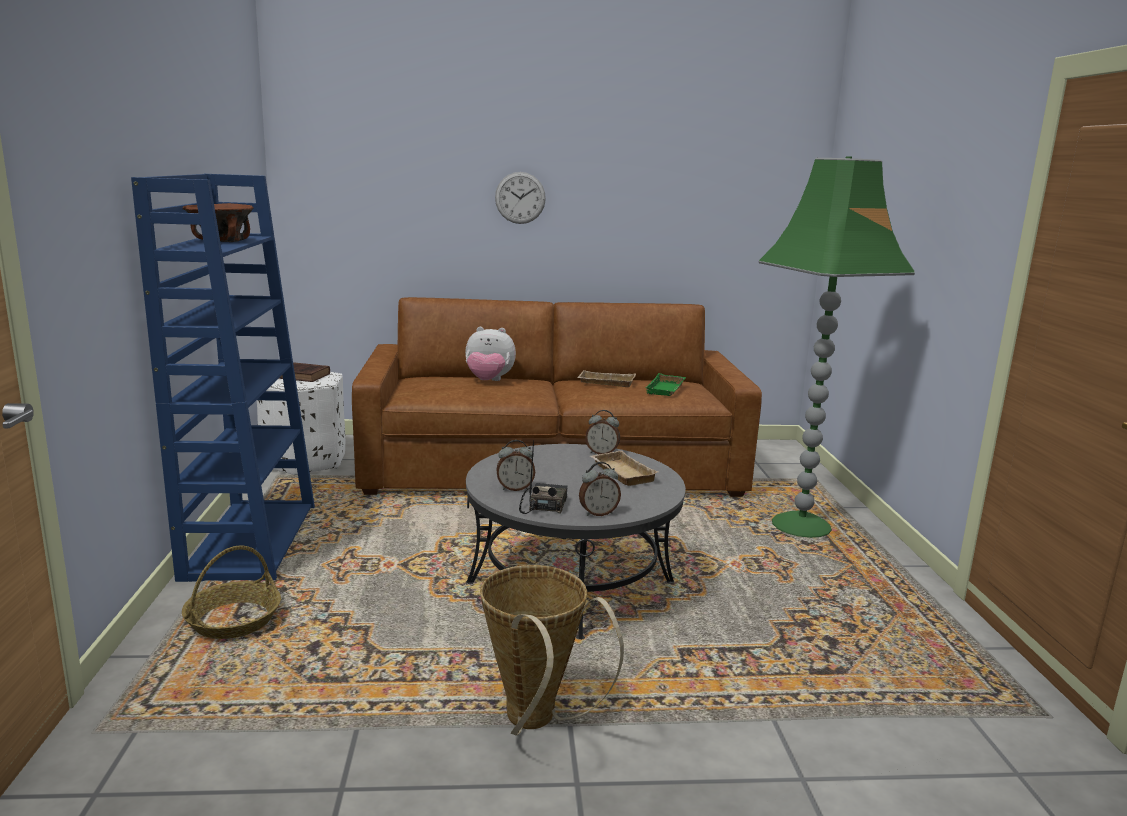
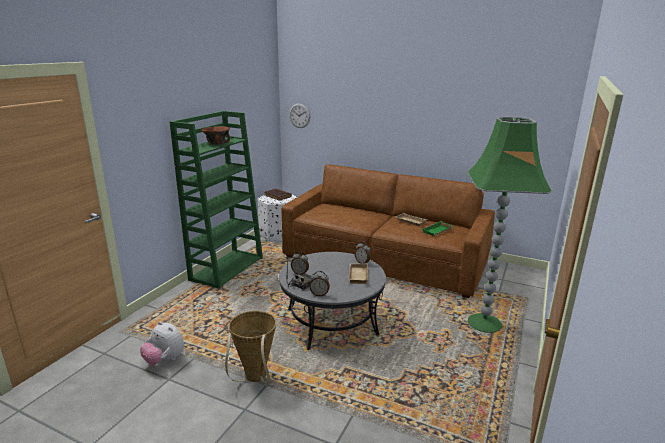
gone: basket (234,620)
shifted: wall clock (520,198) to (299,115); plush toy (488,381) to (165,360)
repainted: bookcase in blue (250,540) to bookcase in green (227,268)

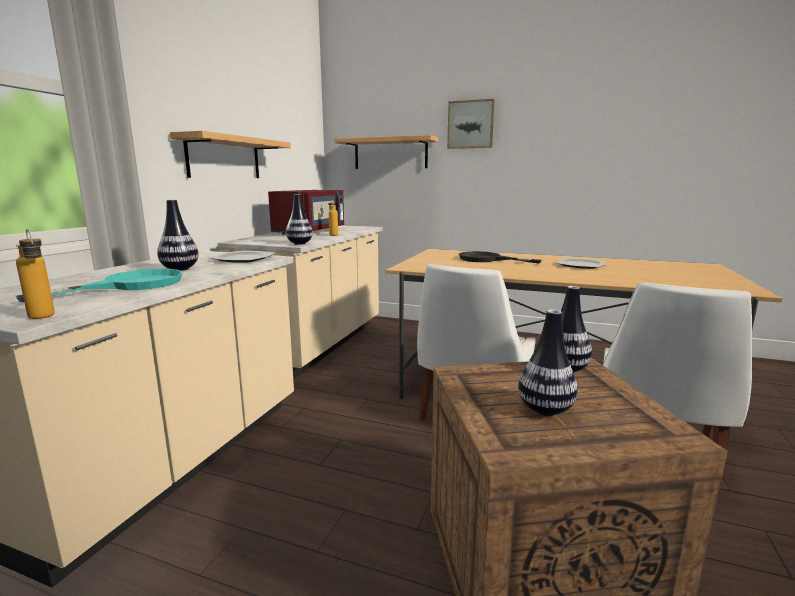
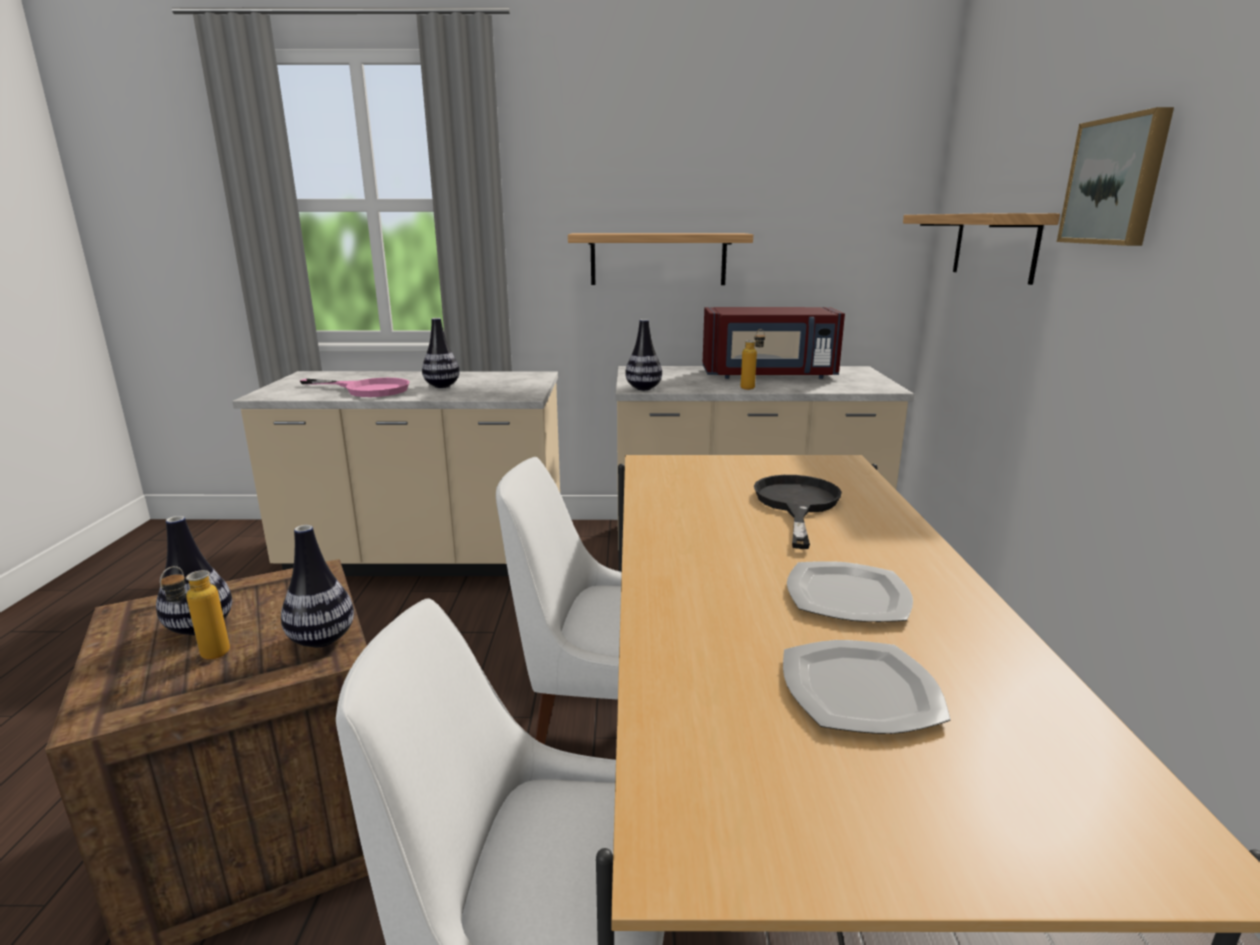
shifted: bottle (43,318) to (205,659); plate (244,259) to (861,691)
repainted: frying pan in turquoise (130,285) to frying pan in pink (368,389)

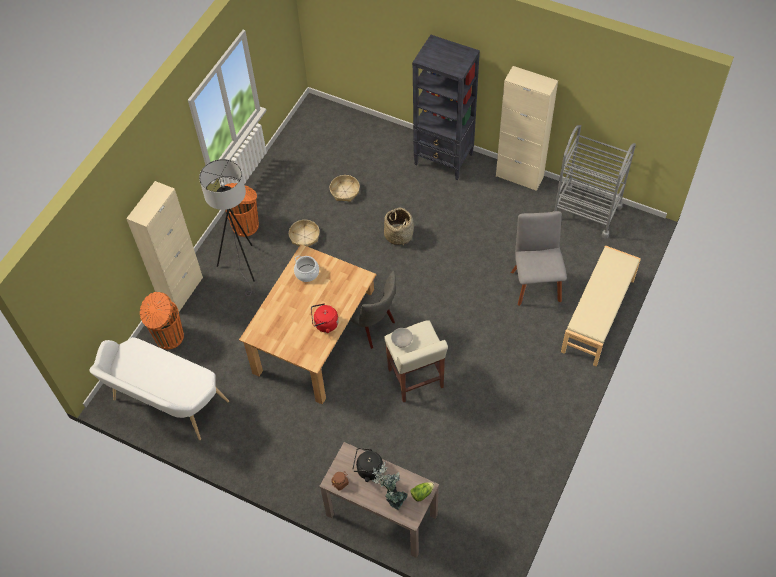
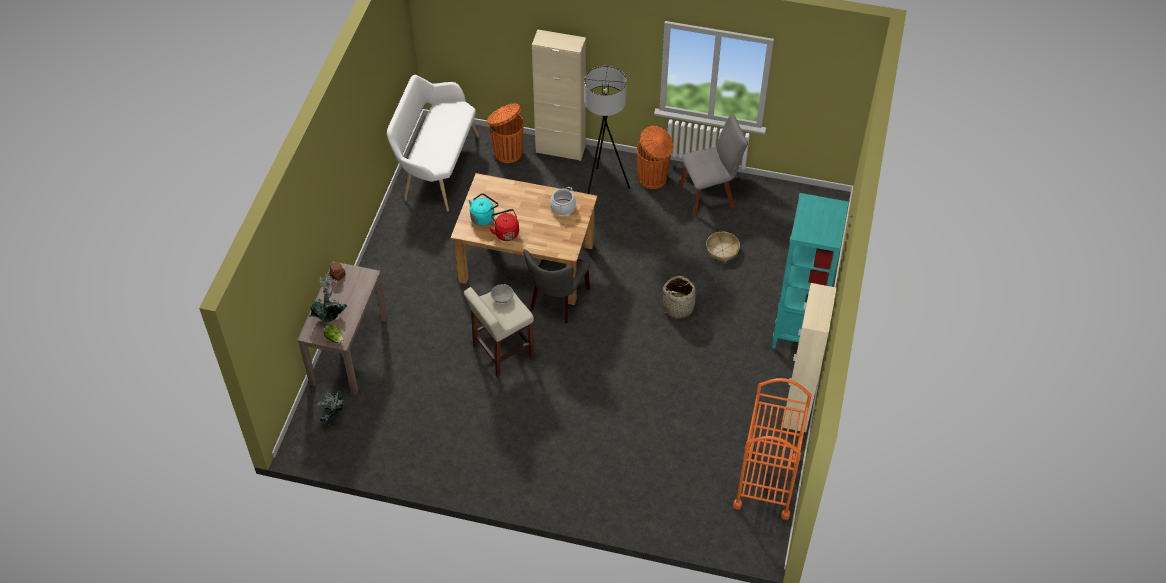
gone: basket (304,237); bench in beige (598,316); kettle in black (368,470)
new: kettle in turquoise (483,217); potted plant (334,417)
shifted: chair in grey (535,283) to (709,195)
repainted: bookcase in black (444,160) to bookcase in turquoise (797,331); cart in grey (586,212) to cart in orange (766,482)

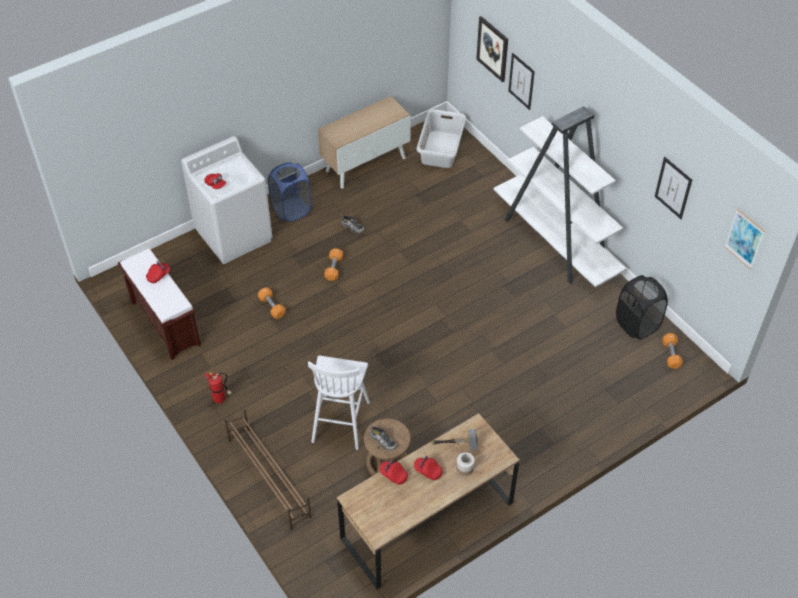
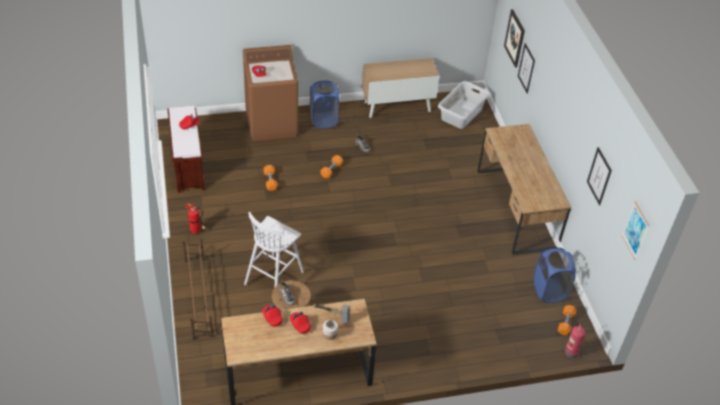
new: fire extinguisher (571,351)
swapped: bookcase in white (556,242) to desk in brown (516,208)
repainted: washing machine in white (234,235) to washing machine in brown (272,124); laundry basket in black (637,324) to laundry basket in blue (549,291)

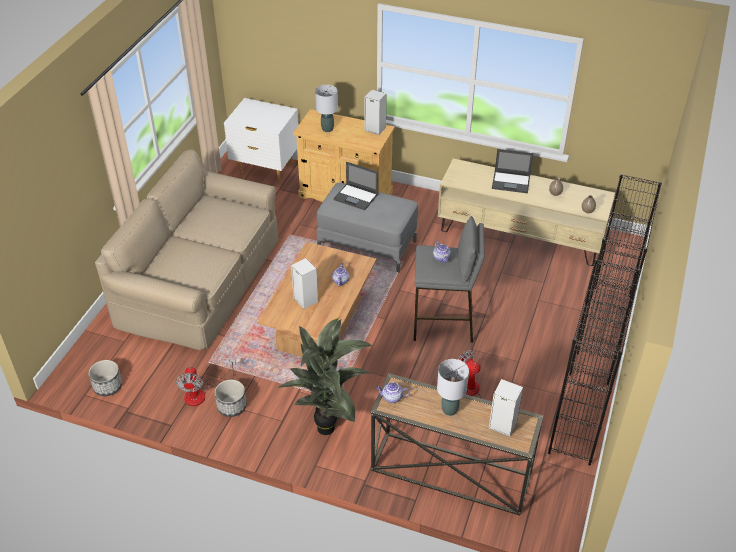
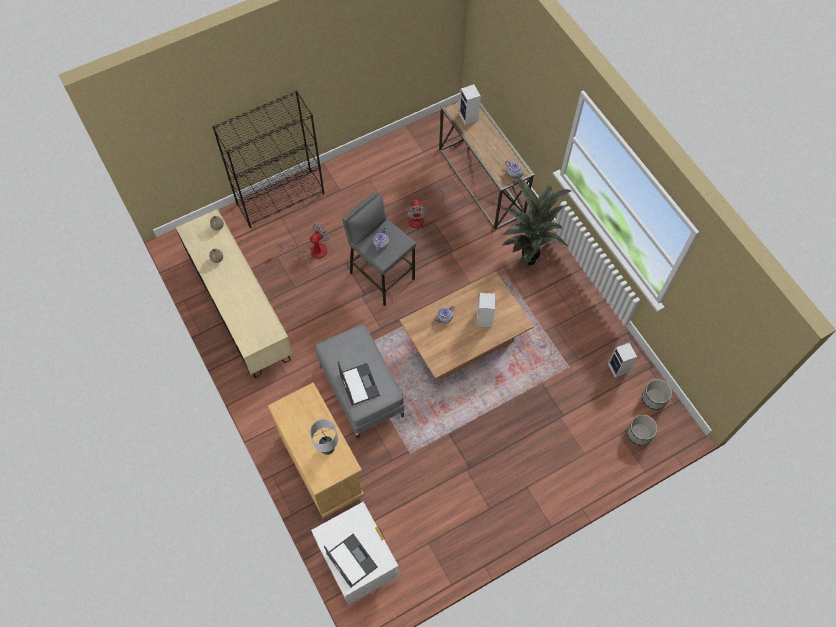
gone: sofa in beige (200,280); bookcase in black (579,418); table lamp in grey (449,410)
shifted: speaker (374,129) to (618,368); laptop (511,182) to (351,560); fan (202,393) to (312,251); planter (231,406) to (639,434)

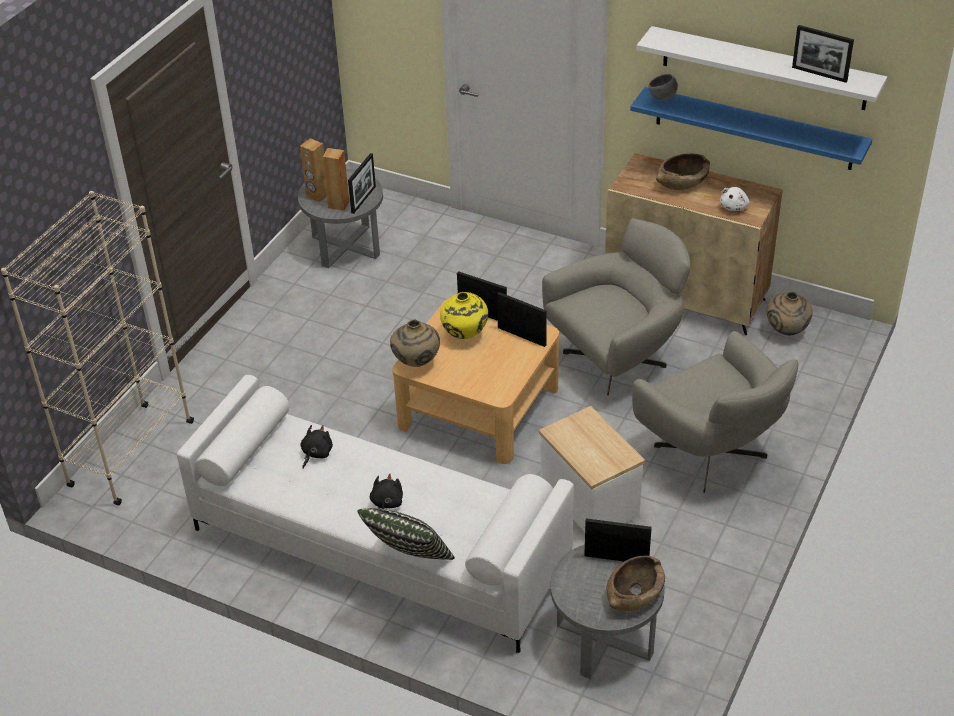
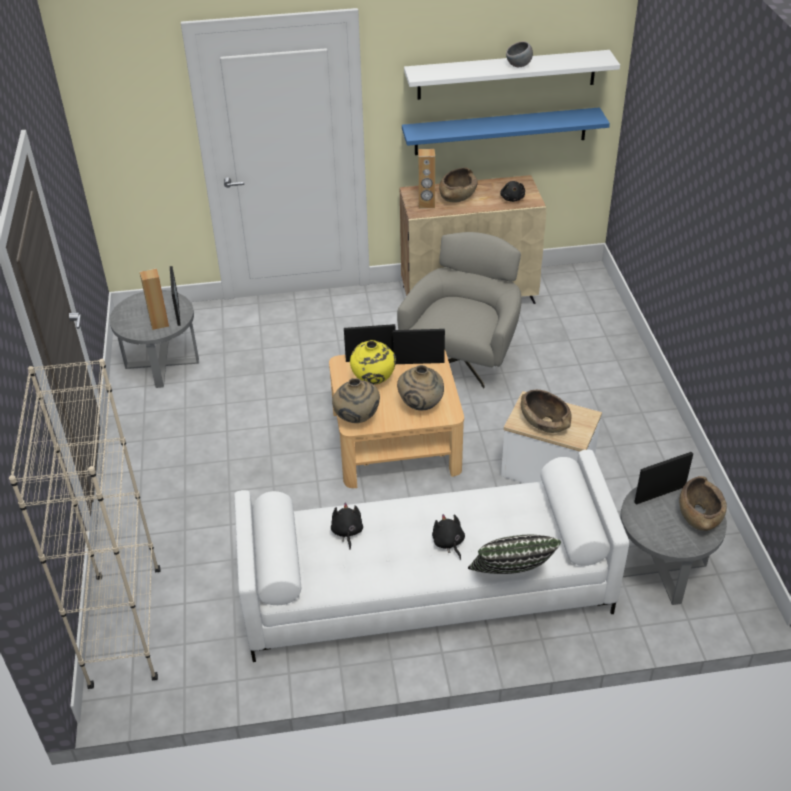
gone: picture frame (819,74); armchair in grey (713,455)
new: bowl in brown (545,421)
shifted: bowl in grey (662,98) to (519,66); speaker in brown (317,195) to (426,204); vase in beige (786,331) to (421,406)
repainted: plush toy in white (734,206) to plush toy in black (512,198)

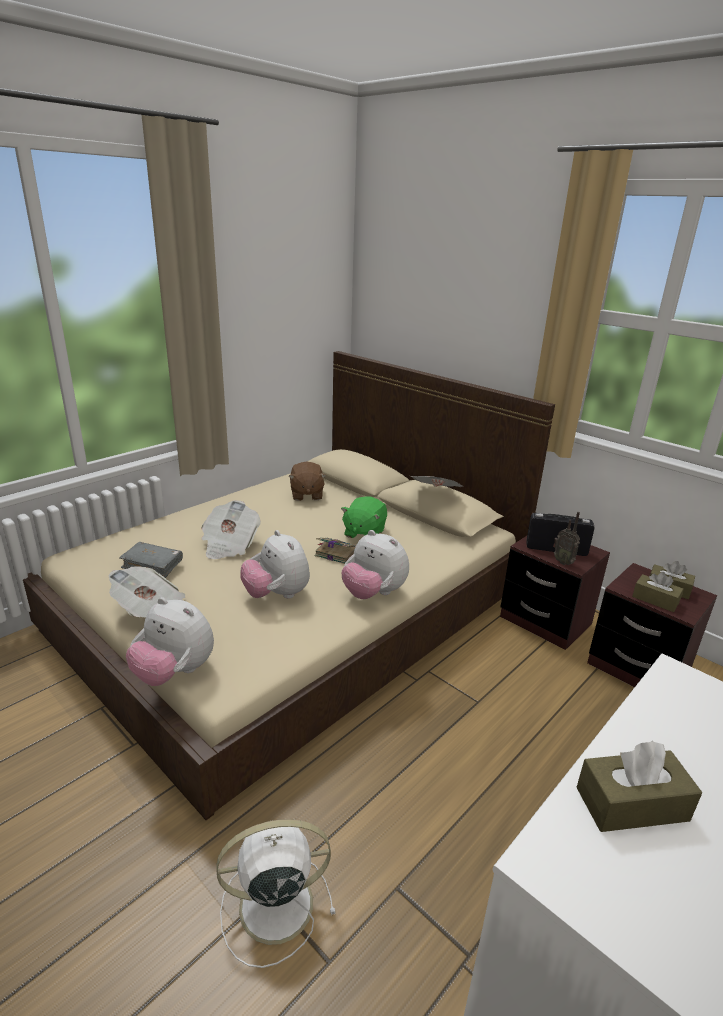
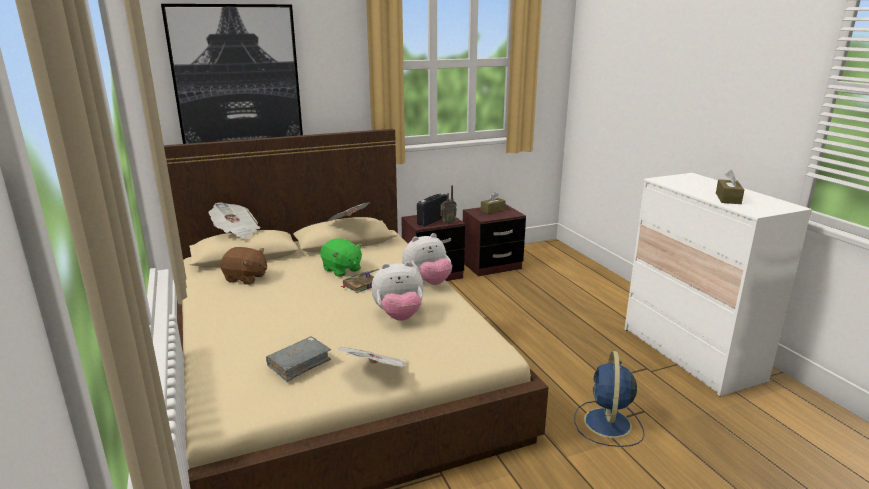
gone: tissue box in brown (655,600); plush toy (174,673)
new: picture (238,88)
shifted: newspaper (229,545) to (236,232)
repainted: fan in white (272,906) to fan in blue (607,424)

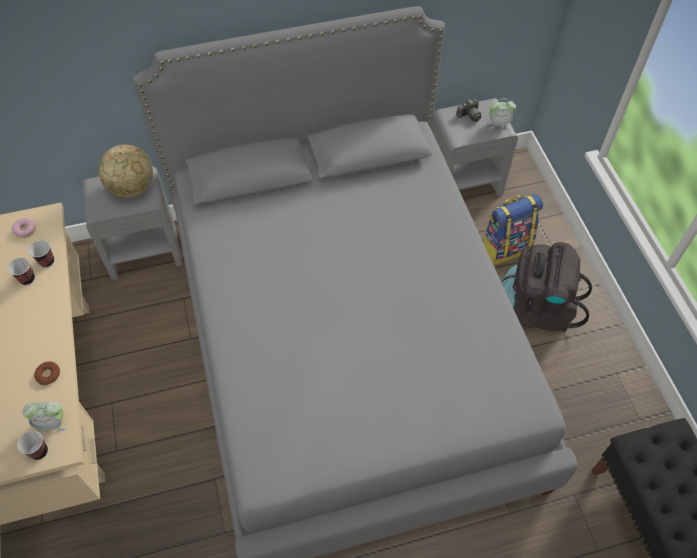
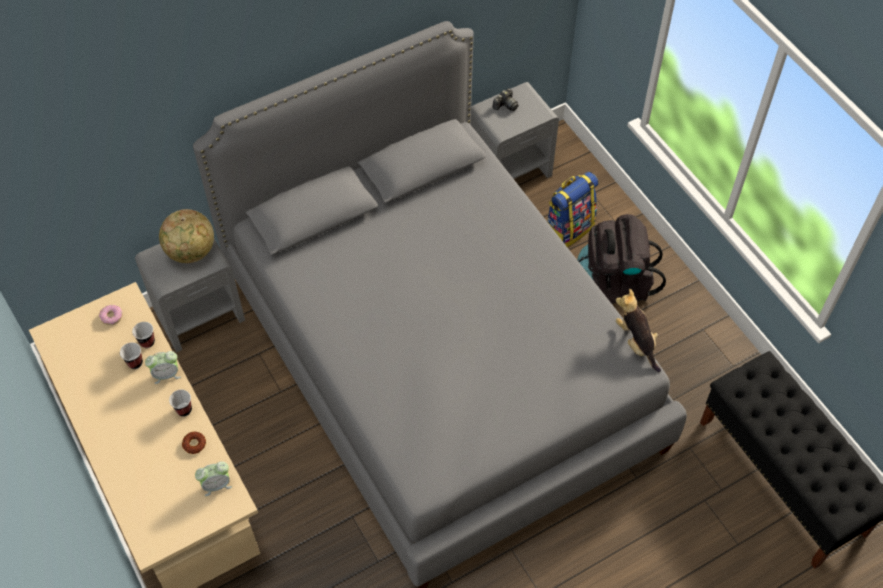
new: plush toy (636,342)
shifted: alarm clock (498,124) to (166,374); cup (39,452) to (184,410)

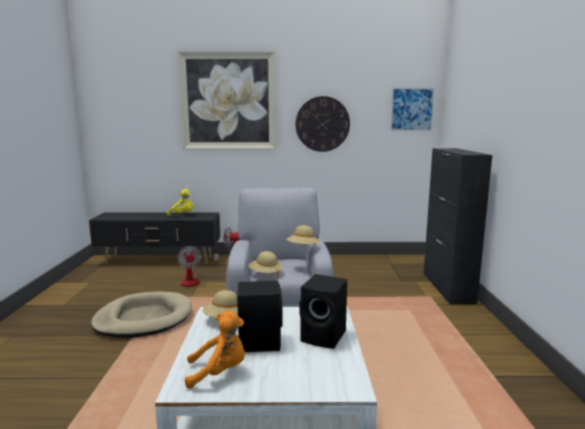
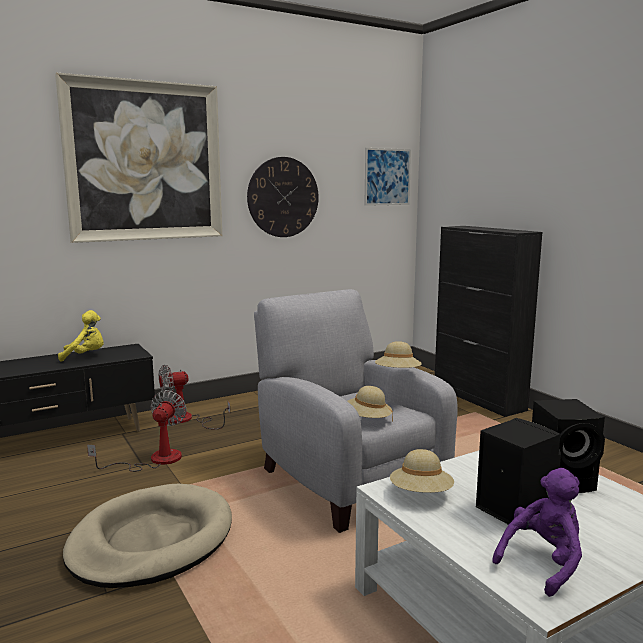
repainted: plush toy in orange (219,372) to plush toy in purple (543,562)
rotated: fan (195,281) = (154,460) 120 degrees counterclockwise

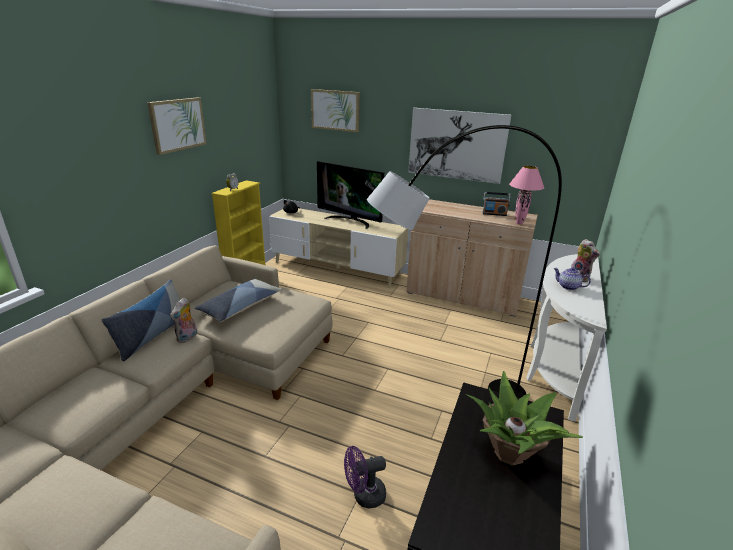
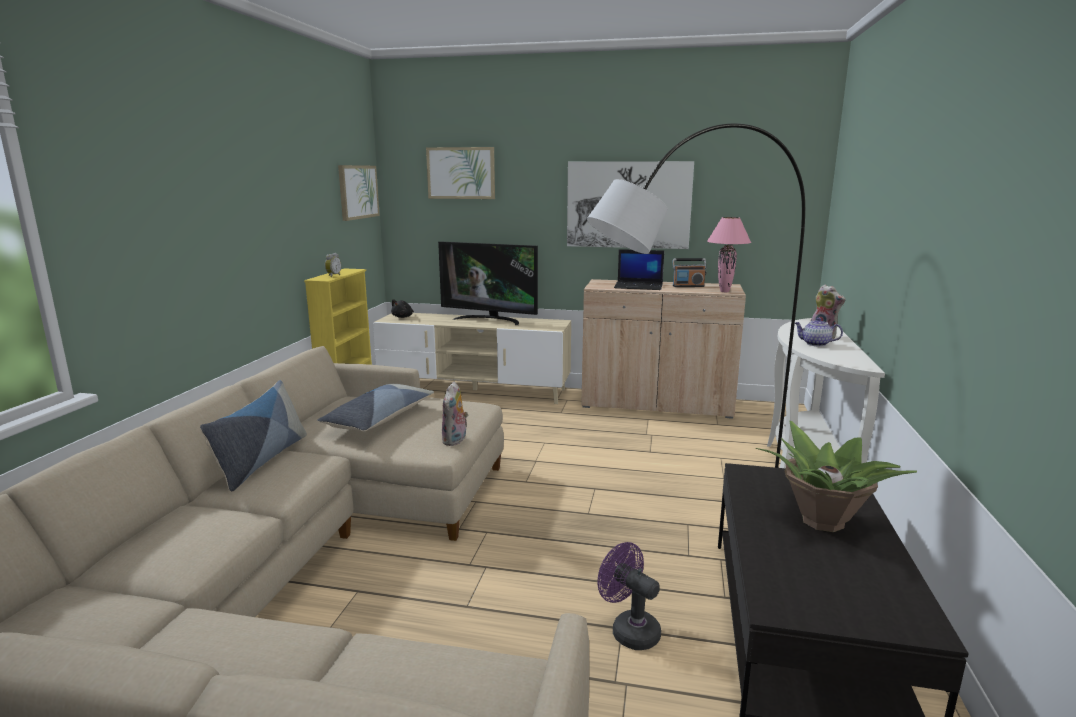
new: laptop (639,286)
shifted: picture (177,124) to (358,192); plush toy (187,338) to (455,440)
rotated: fan in purple (364,496) = (629,630) 75 degrees clockwise

